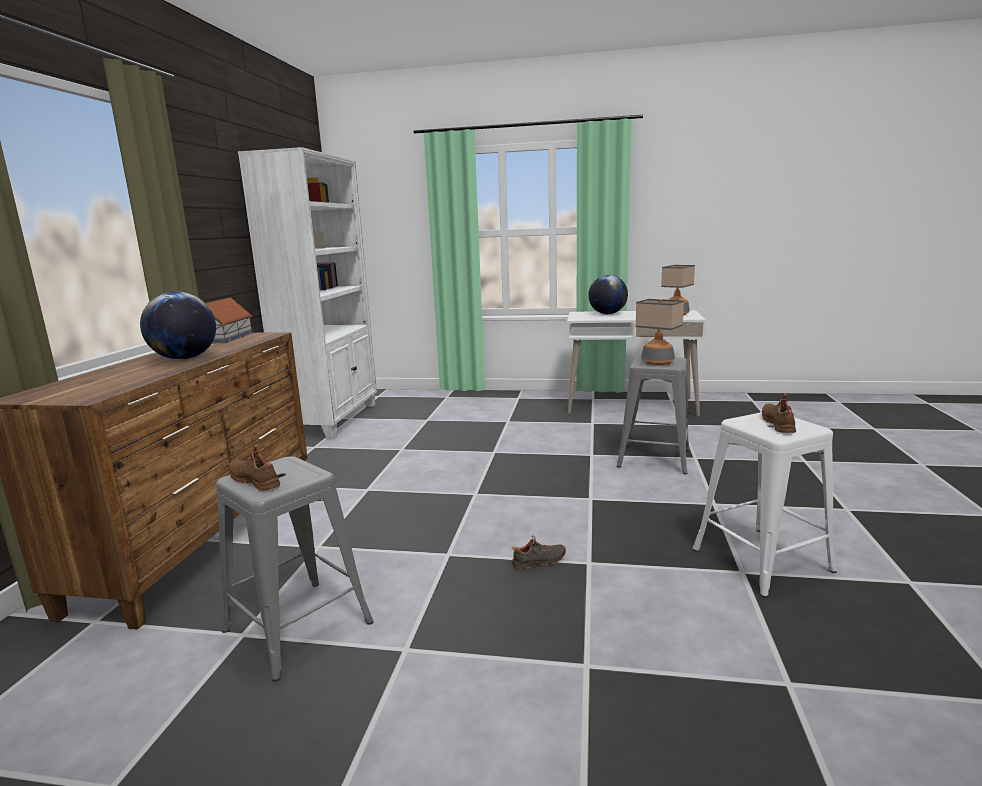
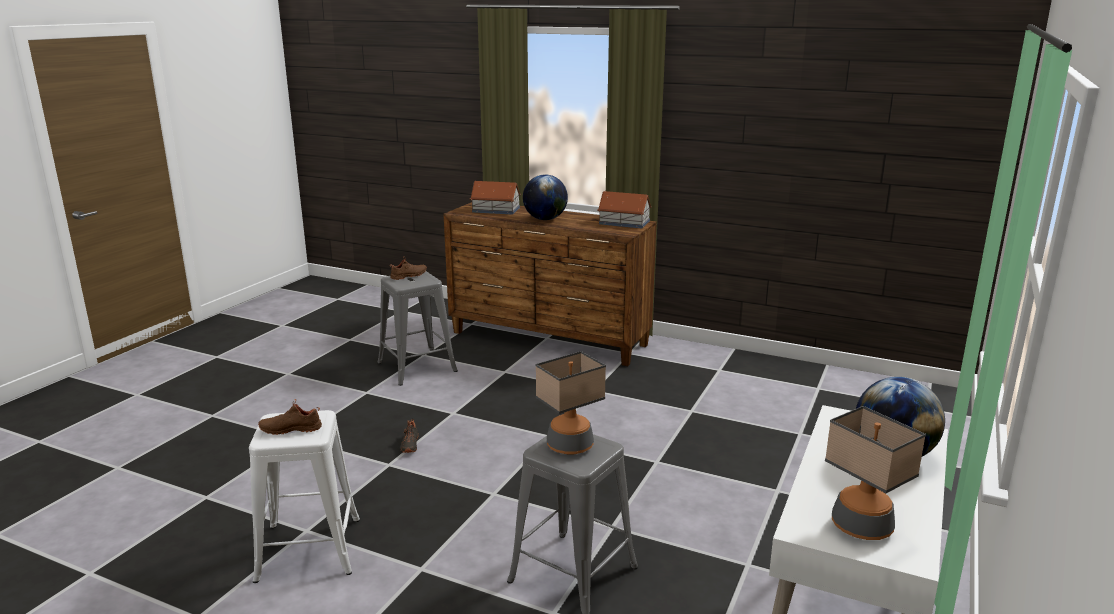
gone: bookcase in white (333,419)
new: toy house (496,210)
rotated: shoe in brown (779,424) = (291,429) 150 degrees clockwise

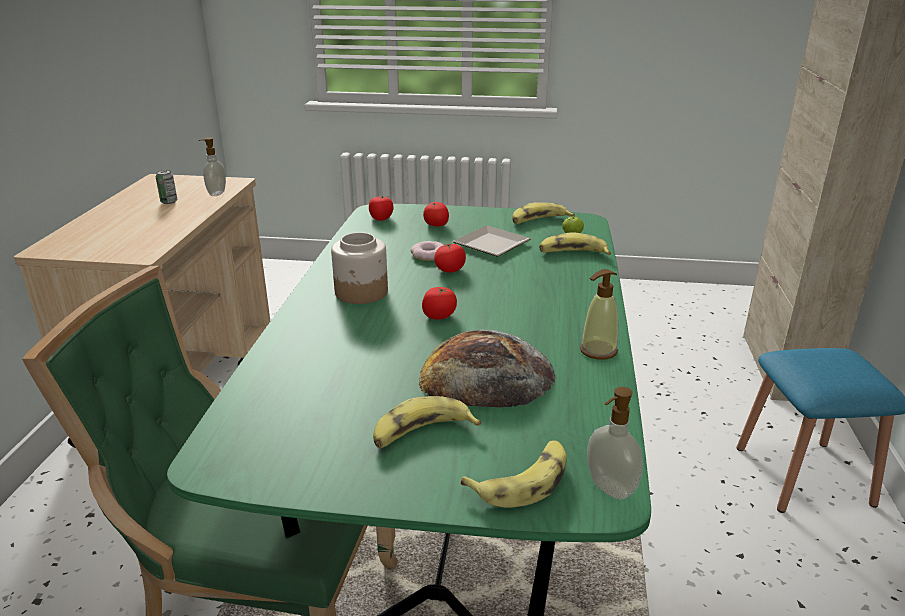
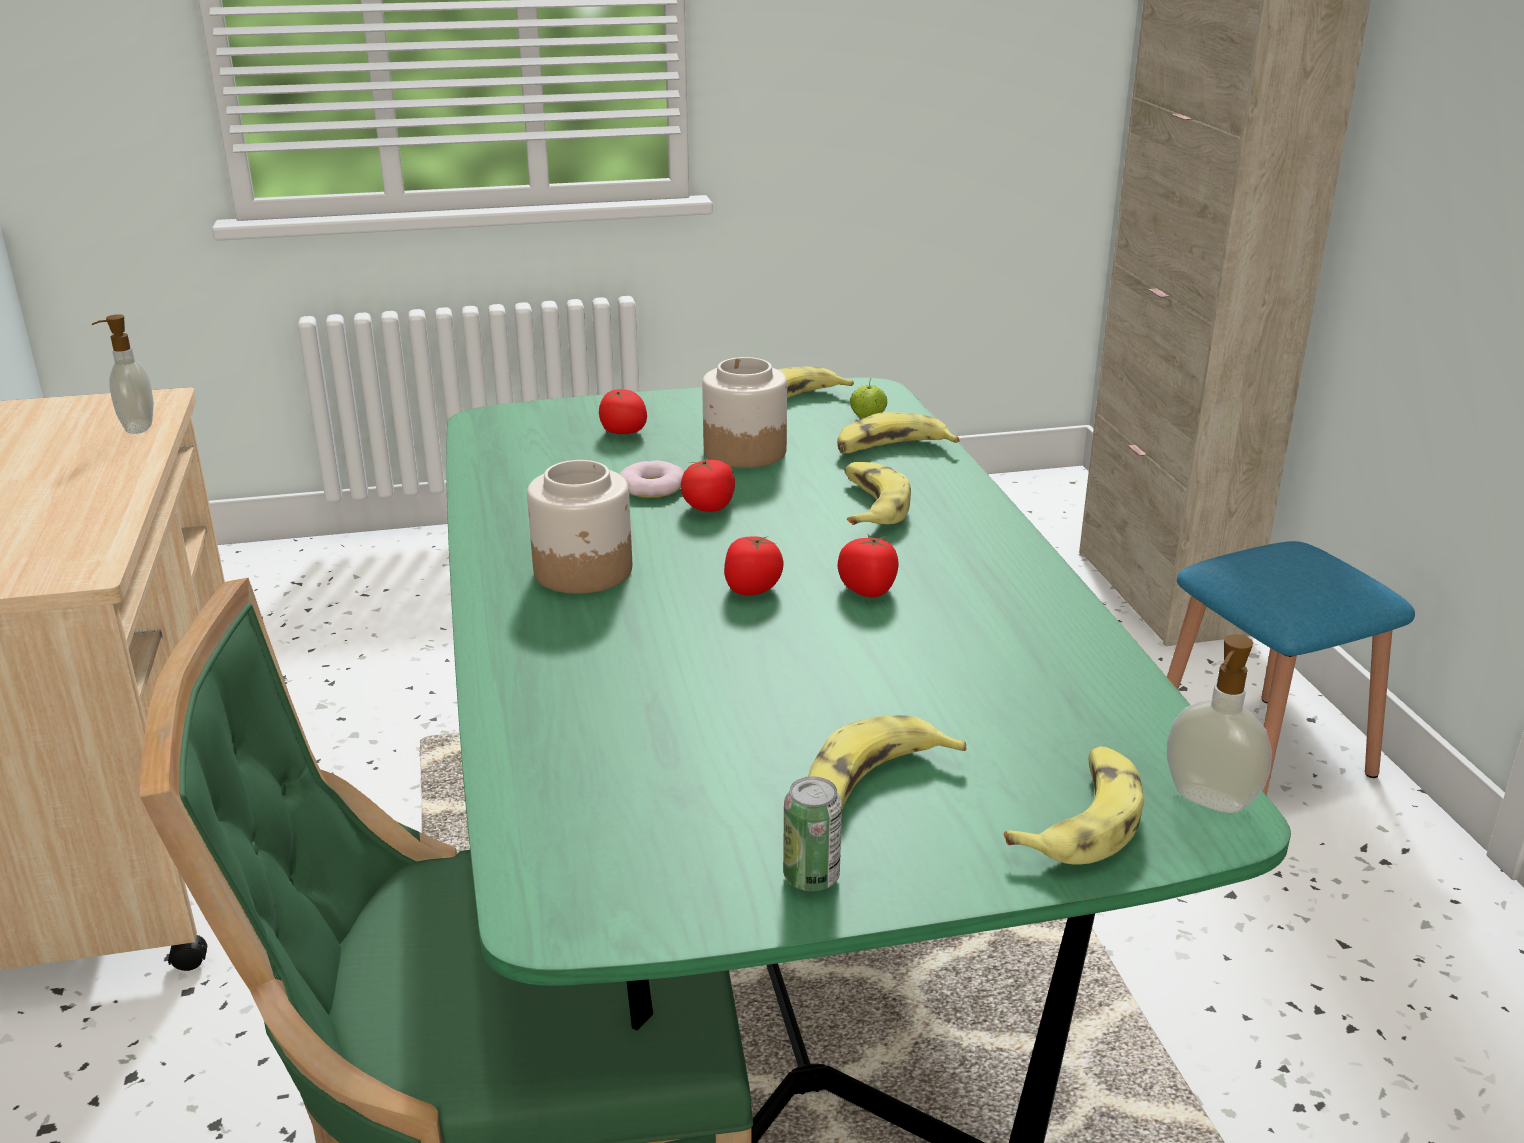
gone: soap dispenser (598,350); bread (486,375)
new: banana (870,506)
shifted: can (169,202) to (811,877); tomato (381,218) to (868,589)
swapped: plate (491,243) to jar (744,451)

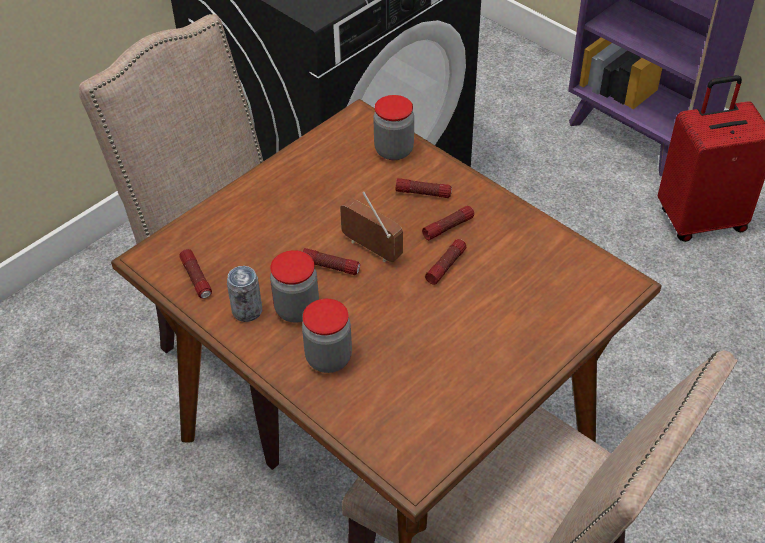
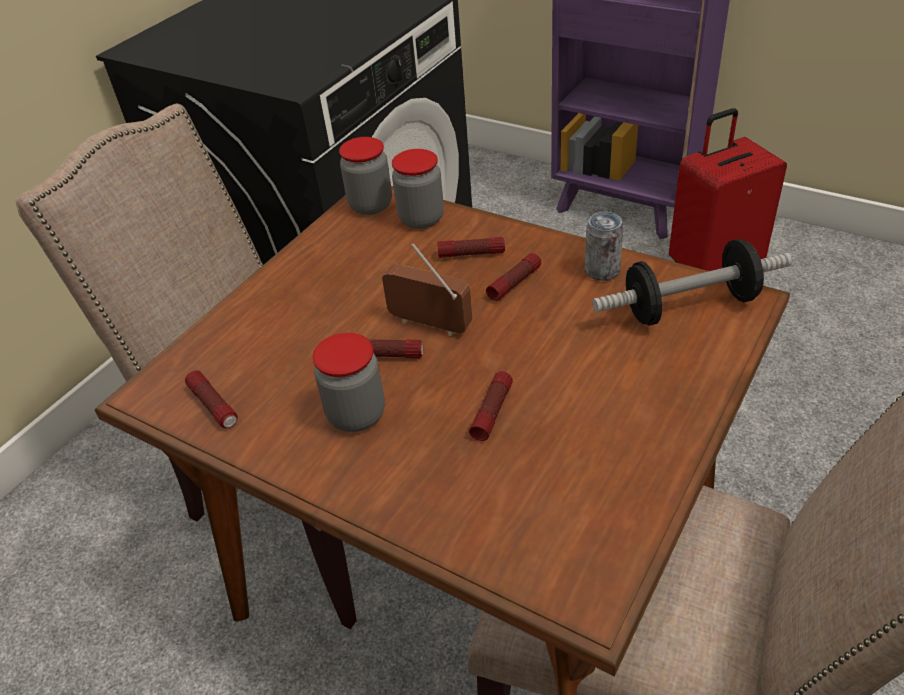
new: dumbbell (689,306)
shifted: flashlight (446,266) to (492,411); can (247,311) to (602,271); jar (328,358) to (370,205)

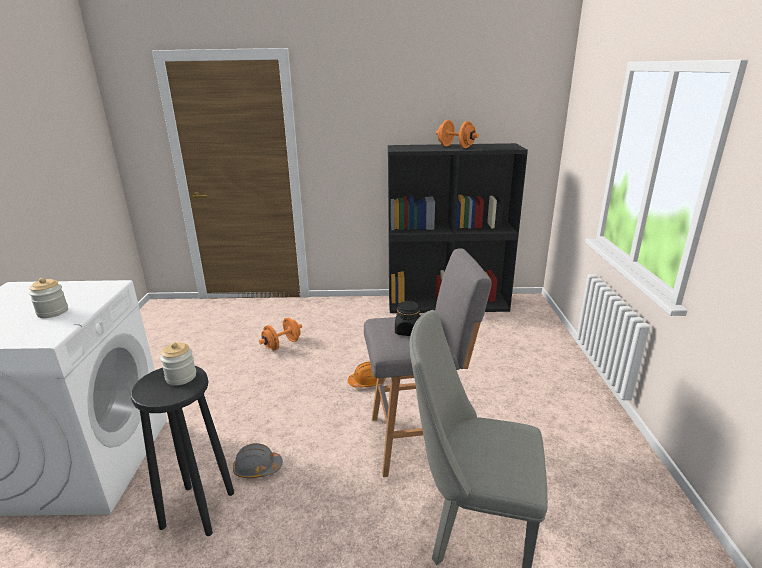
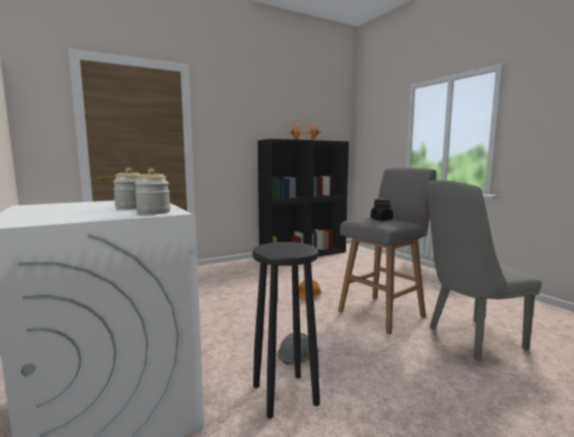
gone: dumbbell in orange (282,344)
shifted: jar (181,377) to (153,212)

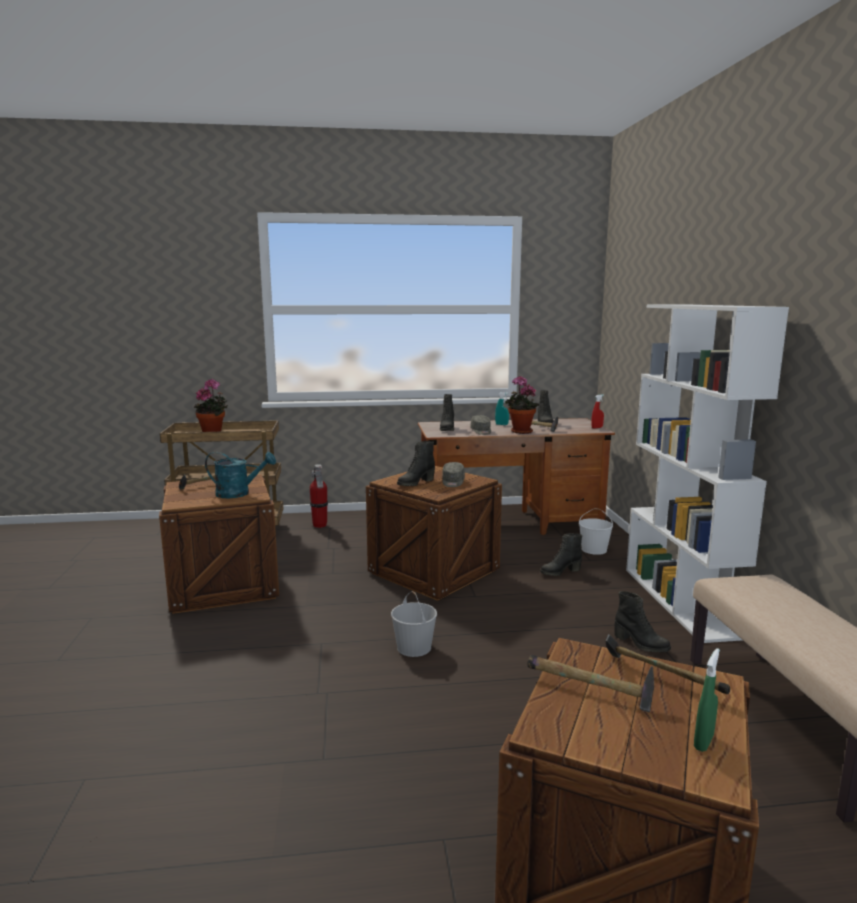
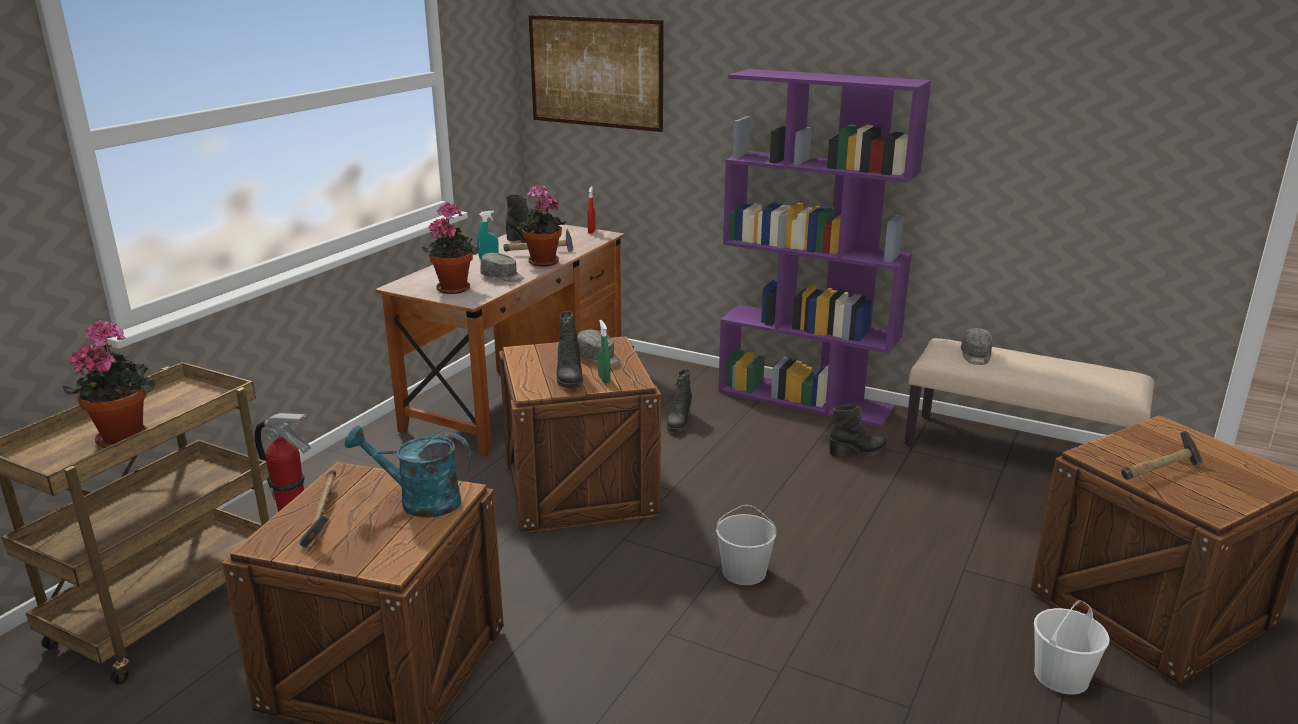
gone: hammer (659,678)
new: picture (595,72); cap in grey (975,356)
shifted: bucket in white (594,549) to (1061,675); spray bottle in green (703,742) to (604,379)
swapped: boot in black (447,429) to potted plant (454,288)
repainted: bookcase in white (680,601) to bookcase in purple (805,399)
rotated: watering can in turquoise (239,493) = (419,501) 120 degrees counterclockwise

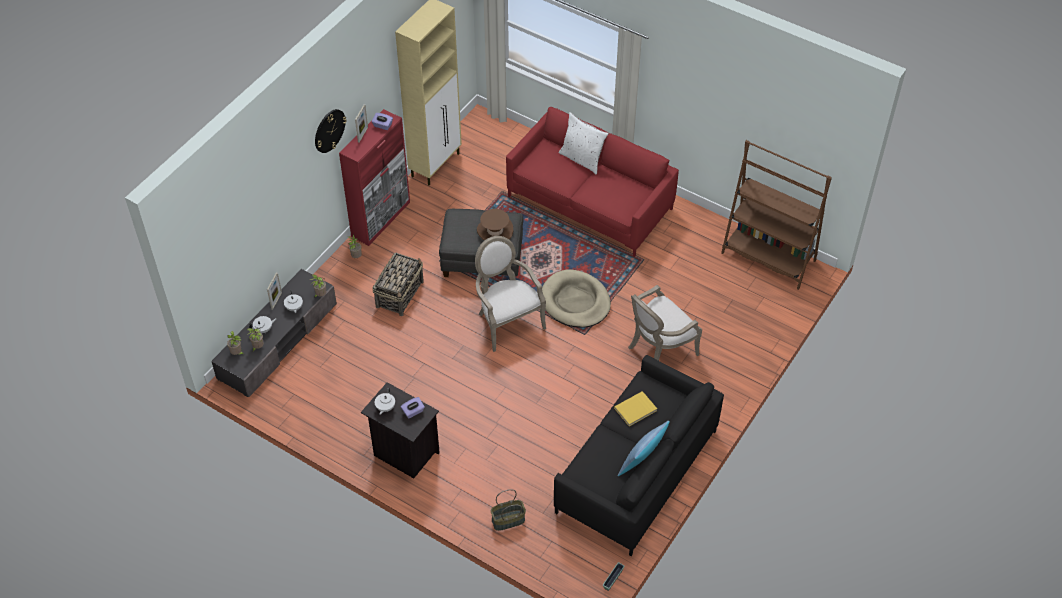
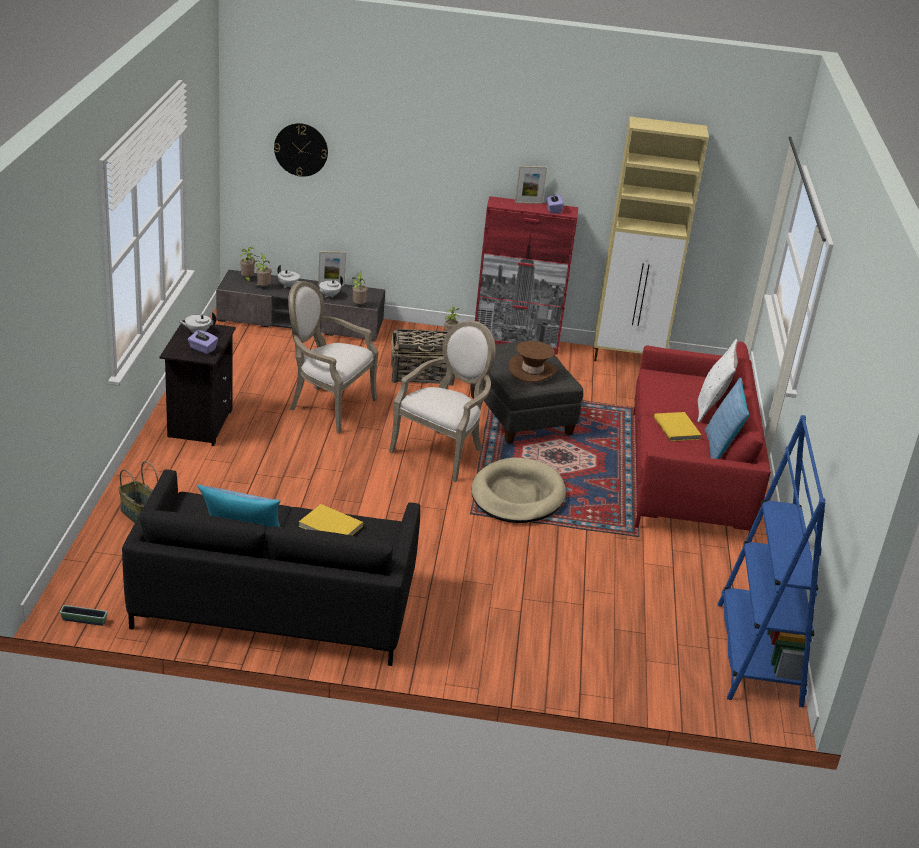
new: pillow (720,450); book in yellow (677,428)
shifted: wall clock (329,130) to (301,149); armchair (658,349) to (327,406)
repainted: bookcase in brown (768,257) to bookcase in blue (758,654)

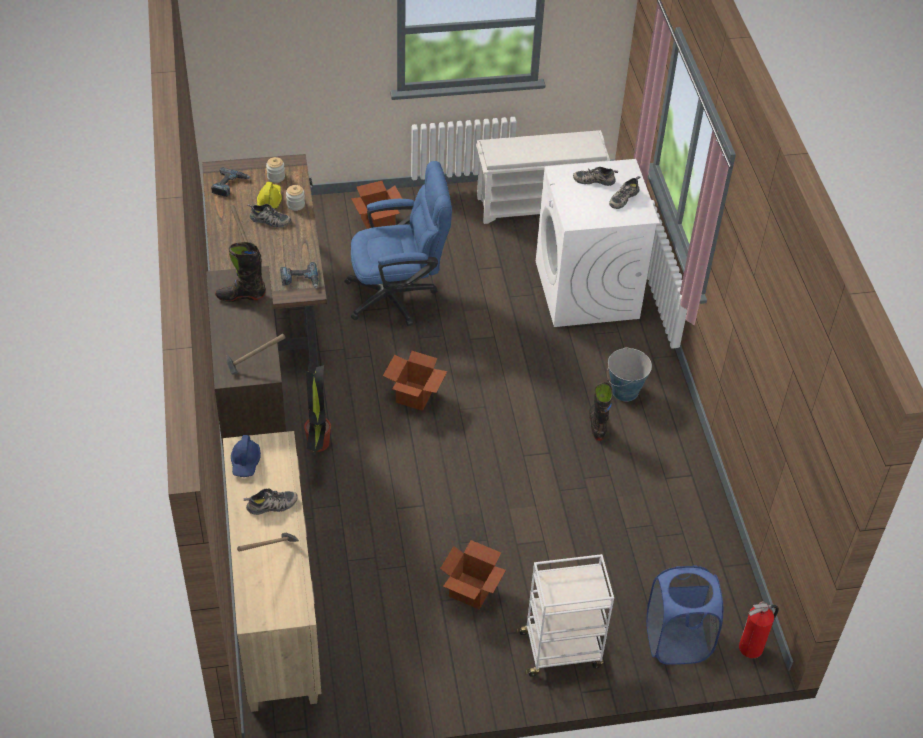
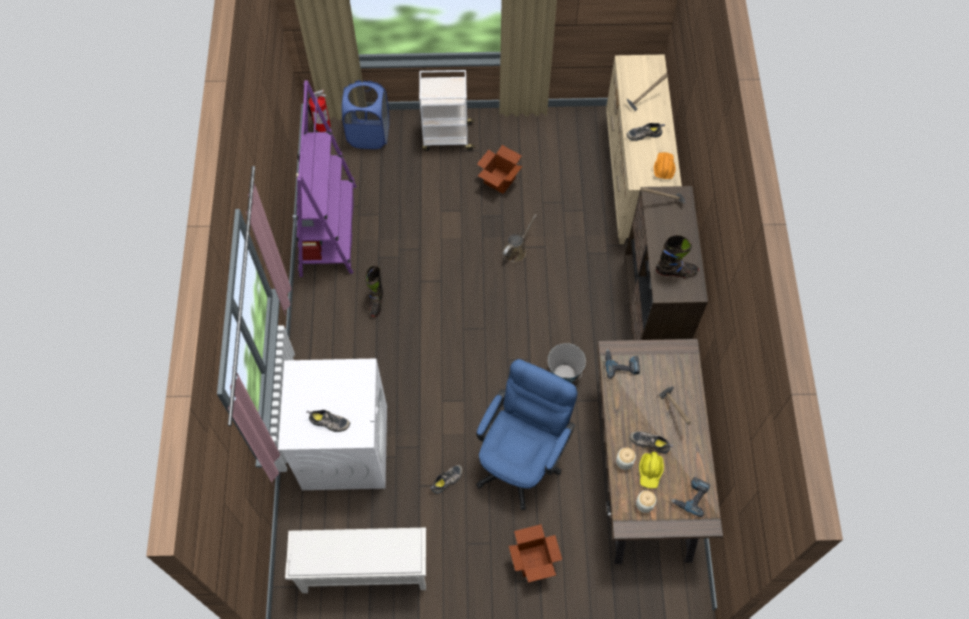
gone: cardboard box (414,396); potted plant (318,444)
new: bookcase in purple (328,230); watering can in brown (516,250)
shifted: shoe (623,197) to (447,481); bucket (625,391) to (564,374)
repainted: hard hat in blue (245,462) to hard hat in orange (664,168)
rotated: office chair in blue (399,296) = (522,458) 120 degrees clockwise

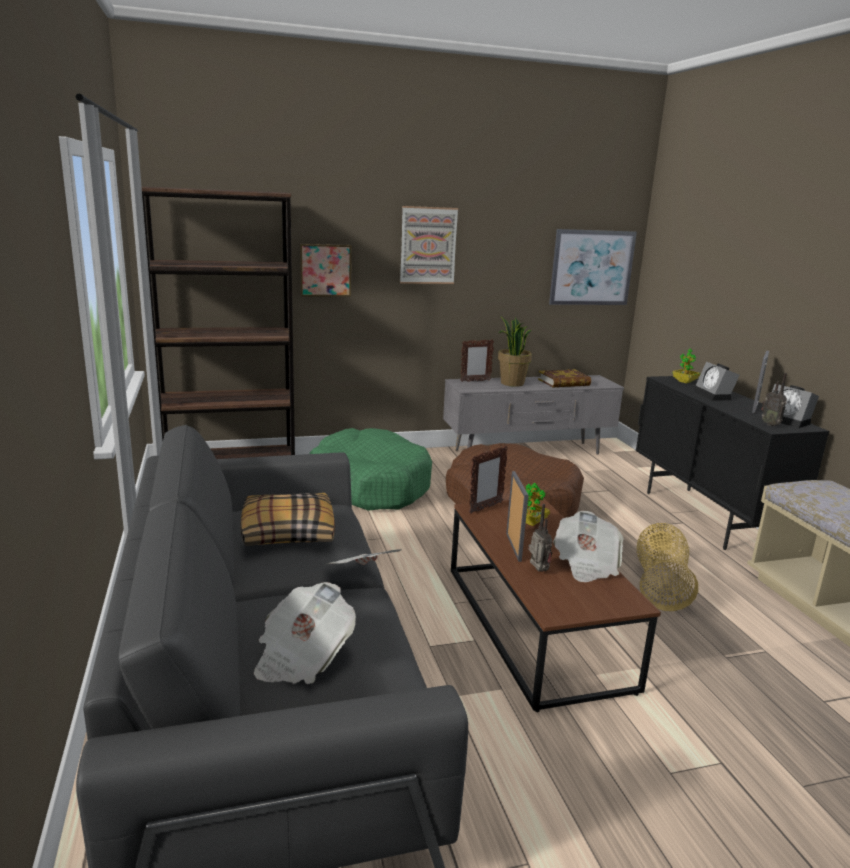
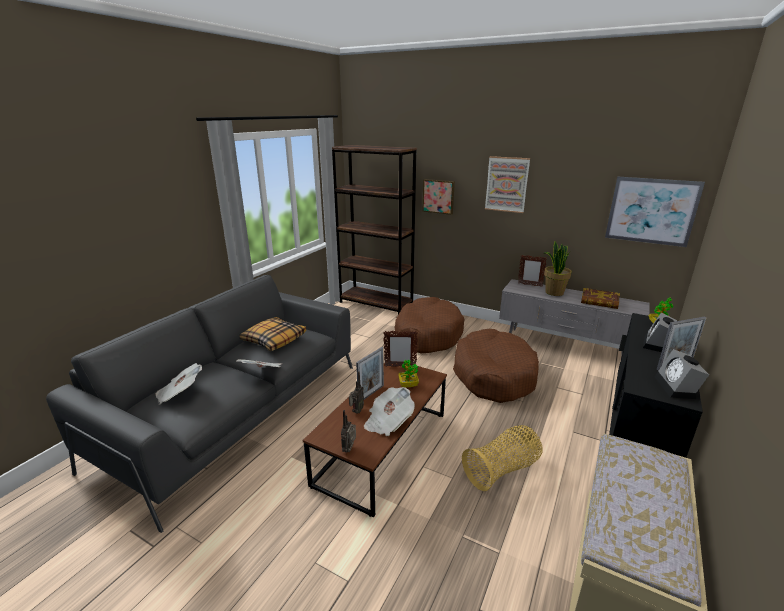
shifted: radio (770,424) to (350,449)
repainted: dog bed in green (370,485) to dog bed in brown (427,334)

